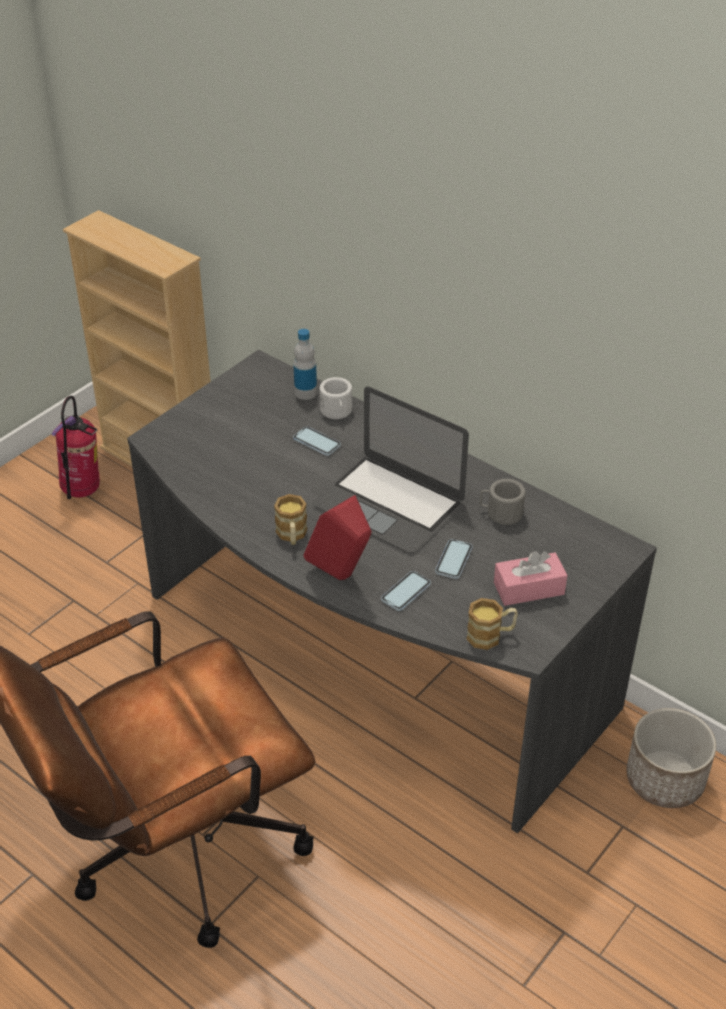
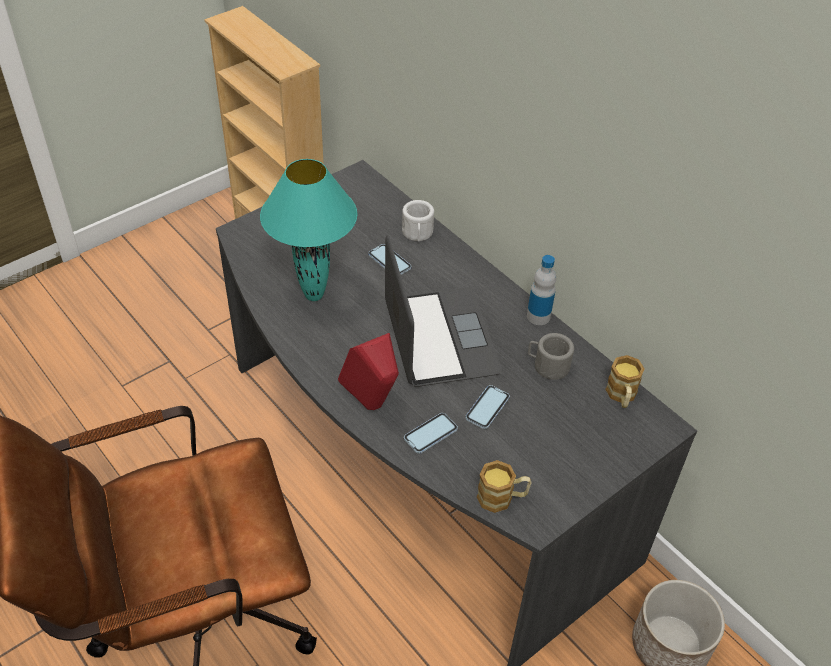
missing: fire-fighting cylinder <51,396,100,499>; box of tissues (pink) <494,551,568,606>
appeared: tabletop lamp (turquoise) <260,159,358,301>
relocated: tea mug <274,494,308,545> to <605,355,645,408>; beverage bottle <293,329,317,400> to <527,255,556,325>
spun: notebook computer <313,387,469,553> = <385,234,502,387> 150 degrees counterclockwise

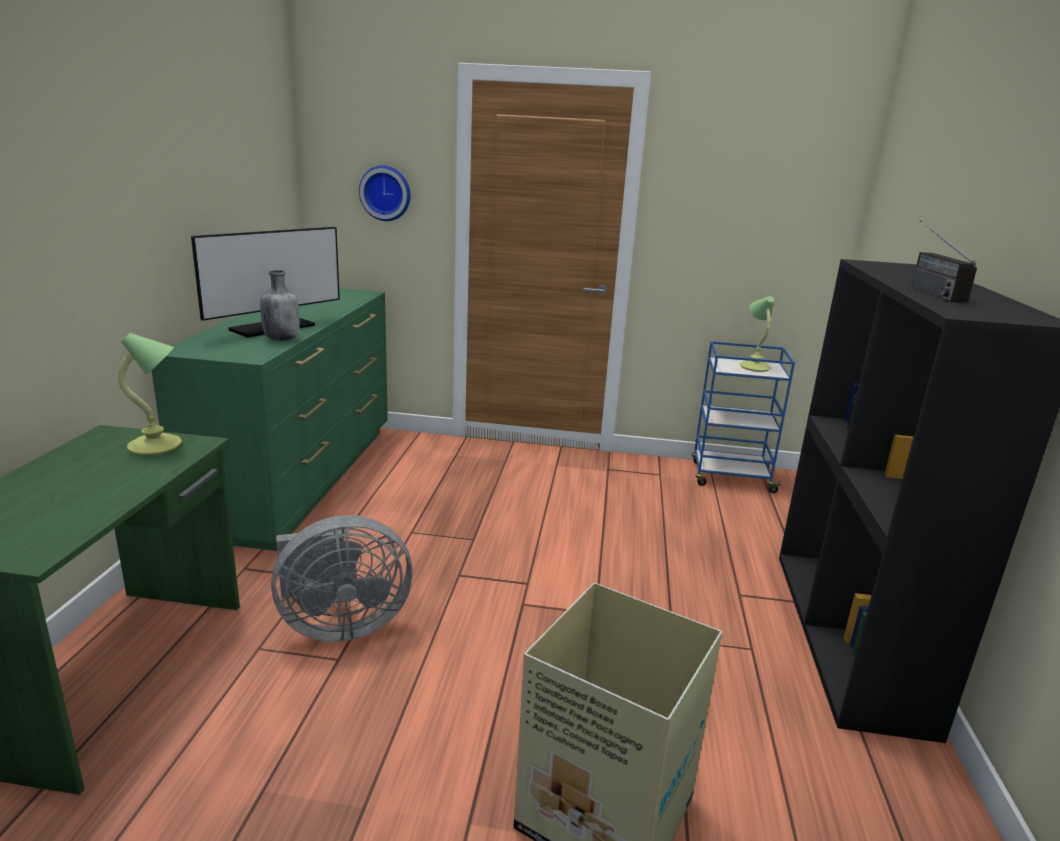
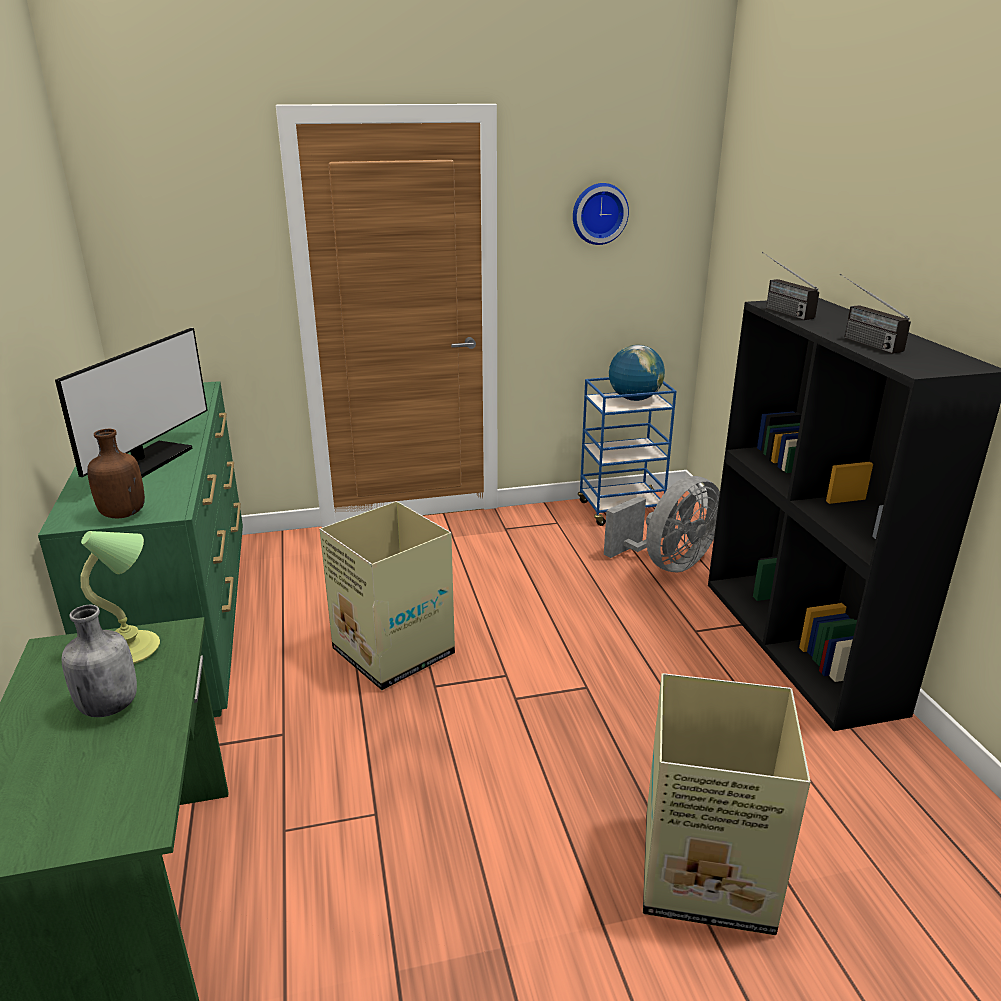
appeared: beverage bottle (brownish) <87,429,145,518>; packing box <320,501,455,690>; radio receiver <762,252,819,320>
relocated: beverage bottle (grey) <260,270,300,341> to <61,605,137,717>; cooling fan (grey) <271,515,413,642> to <604,476,720,573>; clock on the wall <359,165,410,221> to <573,183,629,245>
exchanged: tabletop lamp <740,296,774,372> to globe <609,345,665,401>

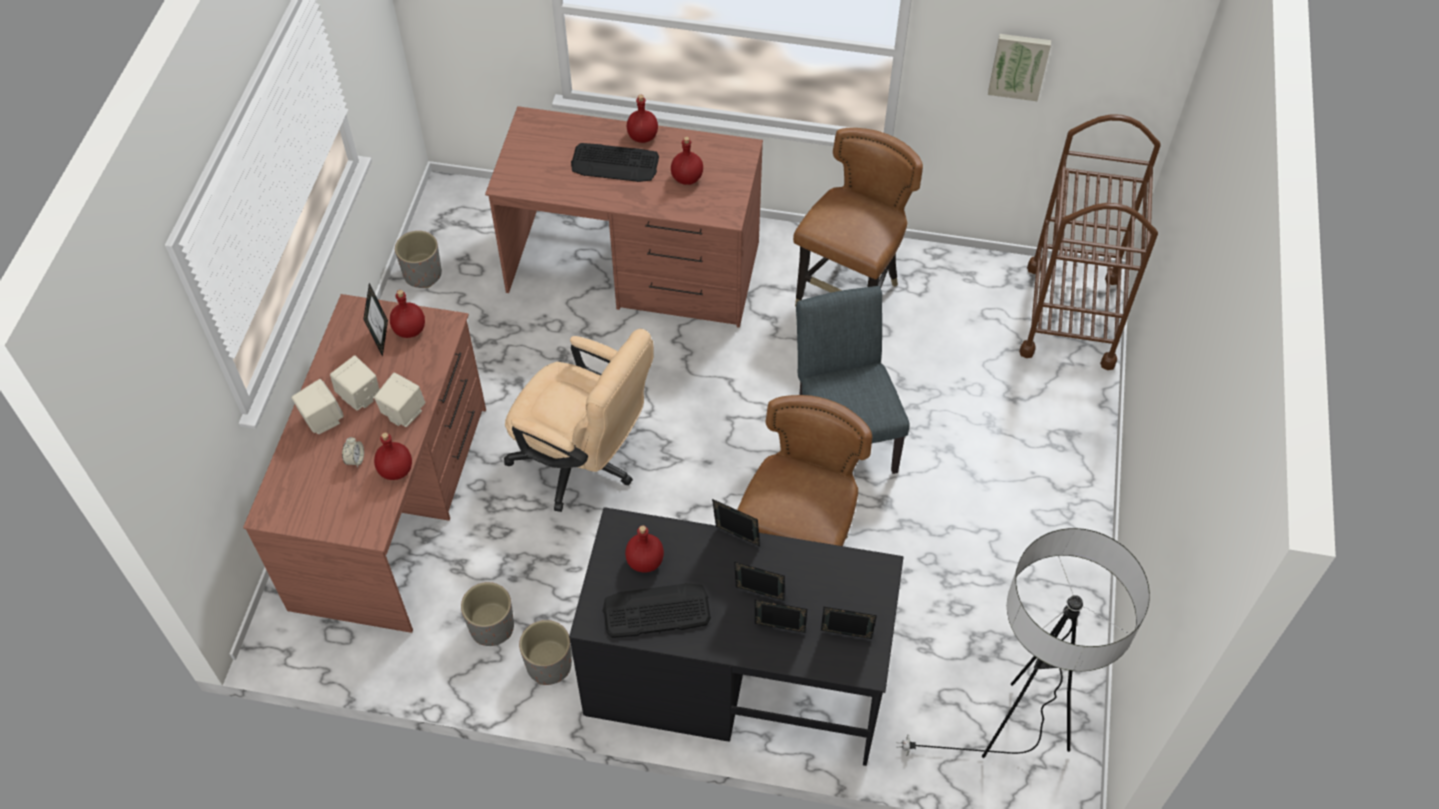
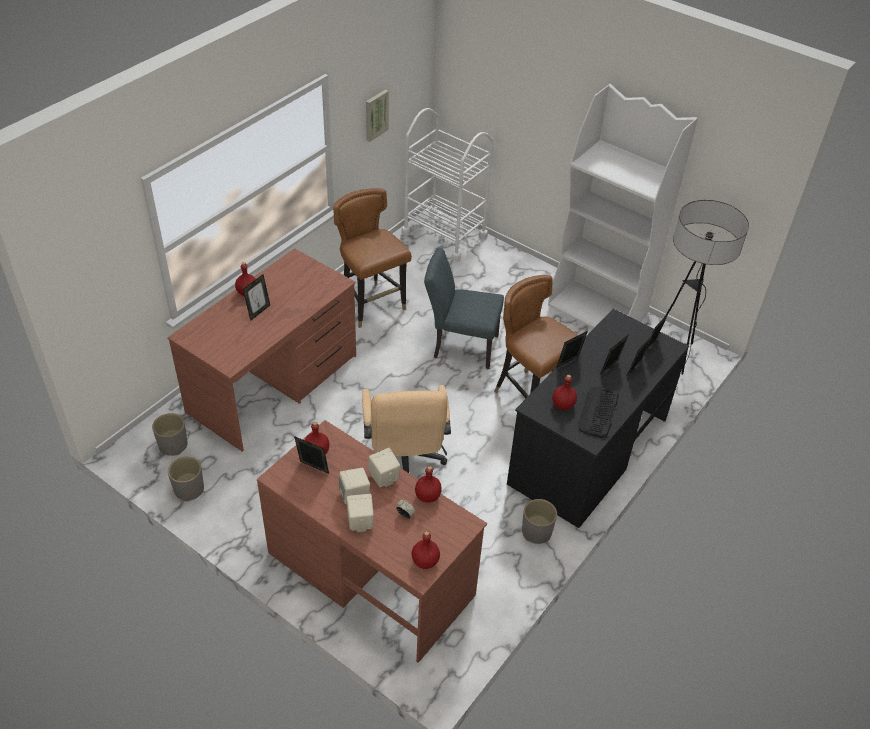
appeared: shelving unit (white) <548,84,698,328>
relocated: plant pot (grey) <461,582,514,646> to <152,413,188,456>; beverage bottle (reddish) <671,137,703,185> to <411,531,440,569>
exchanged: PC keyboard <571,143,659,182> to picture frame <243,274,270,321>
colour: cart (brownish) <1019,114,1161,370> to cart (white) <401,108,493,262>
spun: office chair (beige-coloured) <504,329,654,512> = <362,385,451,473> 120 degrees clockwise

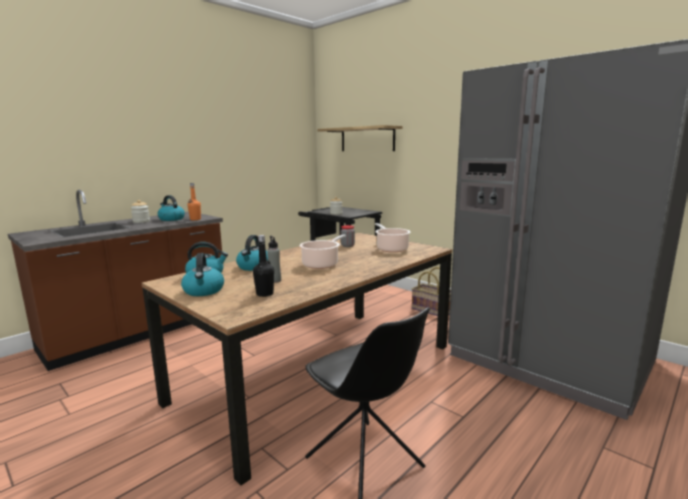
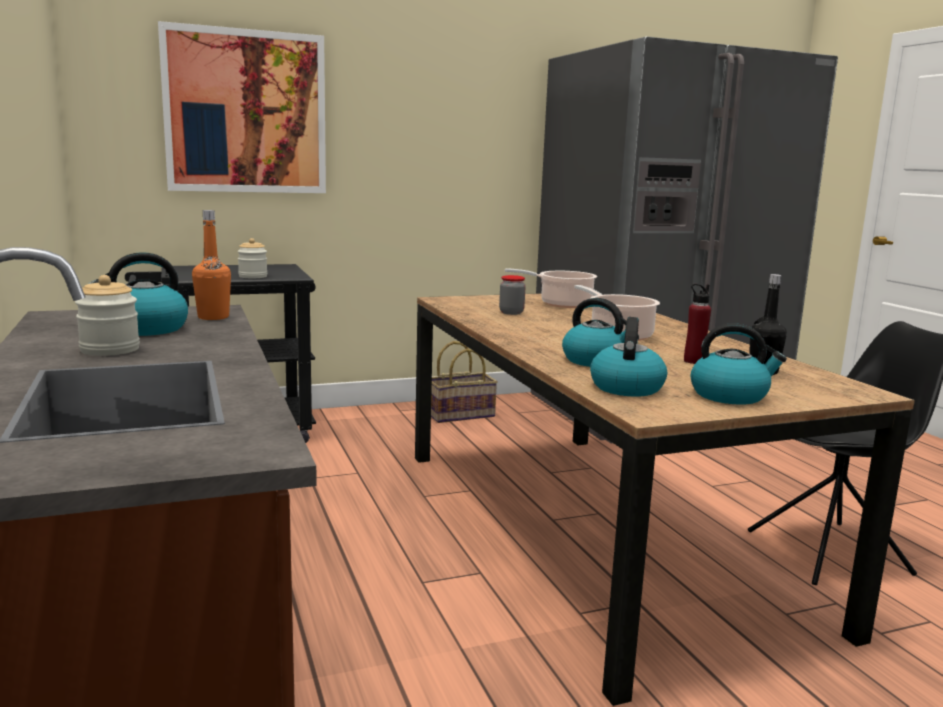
exchanged: wall shelf <317,125,403,151> to wall picture <158,21,326,193>
colour: beverage bottle (grey) <267,236,281,283> to beverage bottle (reddish) <684,284,711,364>

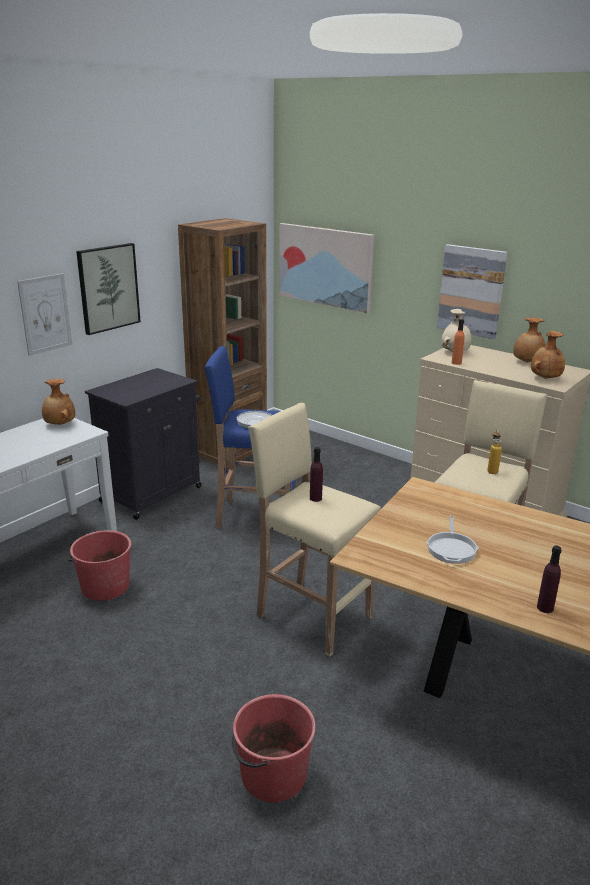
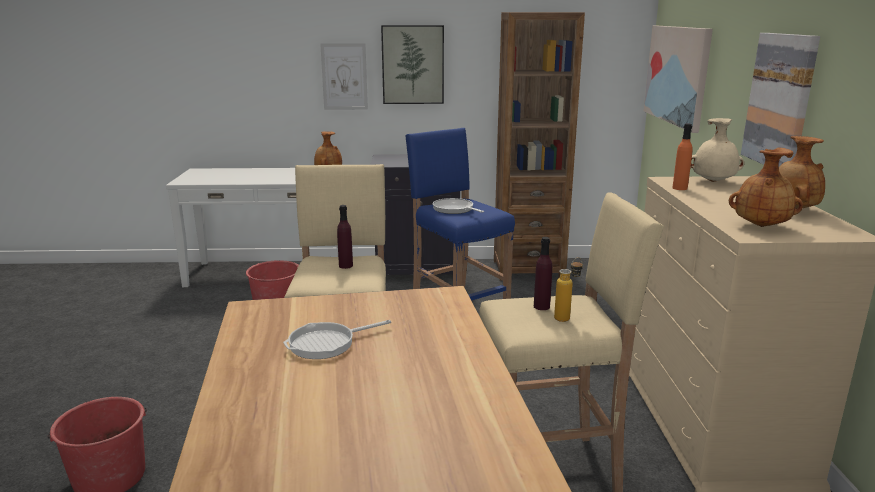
relocated: beverage bottle (purple) <537,546,562,613> to <534,237,552,310>

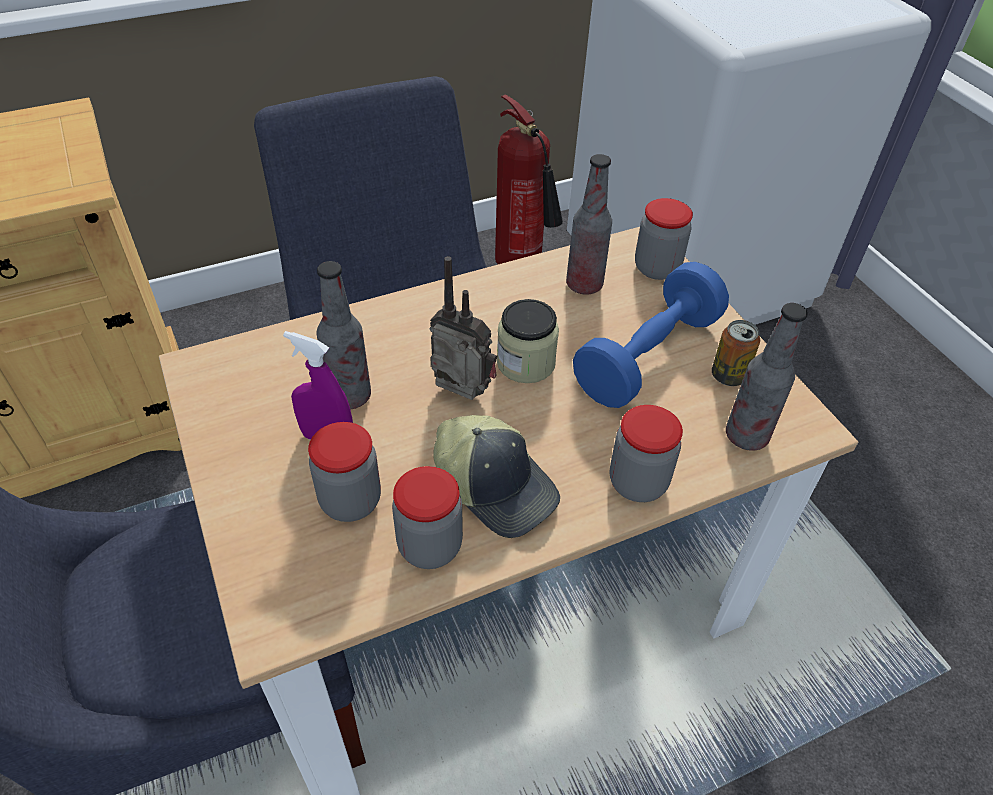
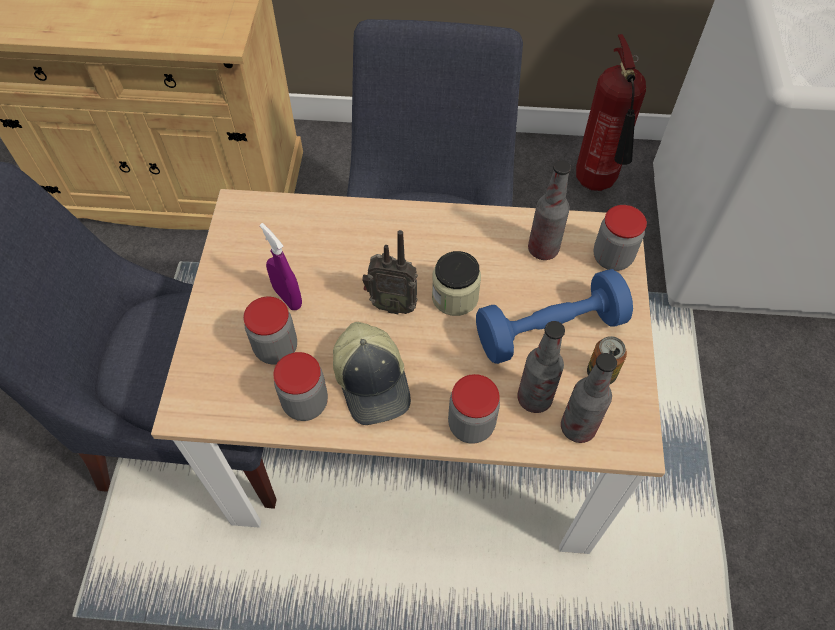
relocated: beverage bottle <316,261,371,409> to <517,321,565,413>
spun: radio receiver <430,256,498,400> = <362,230,418,314> 135 degrees clockwise

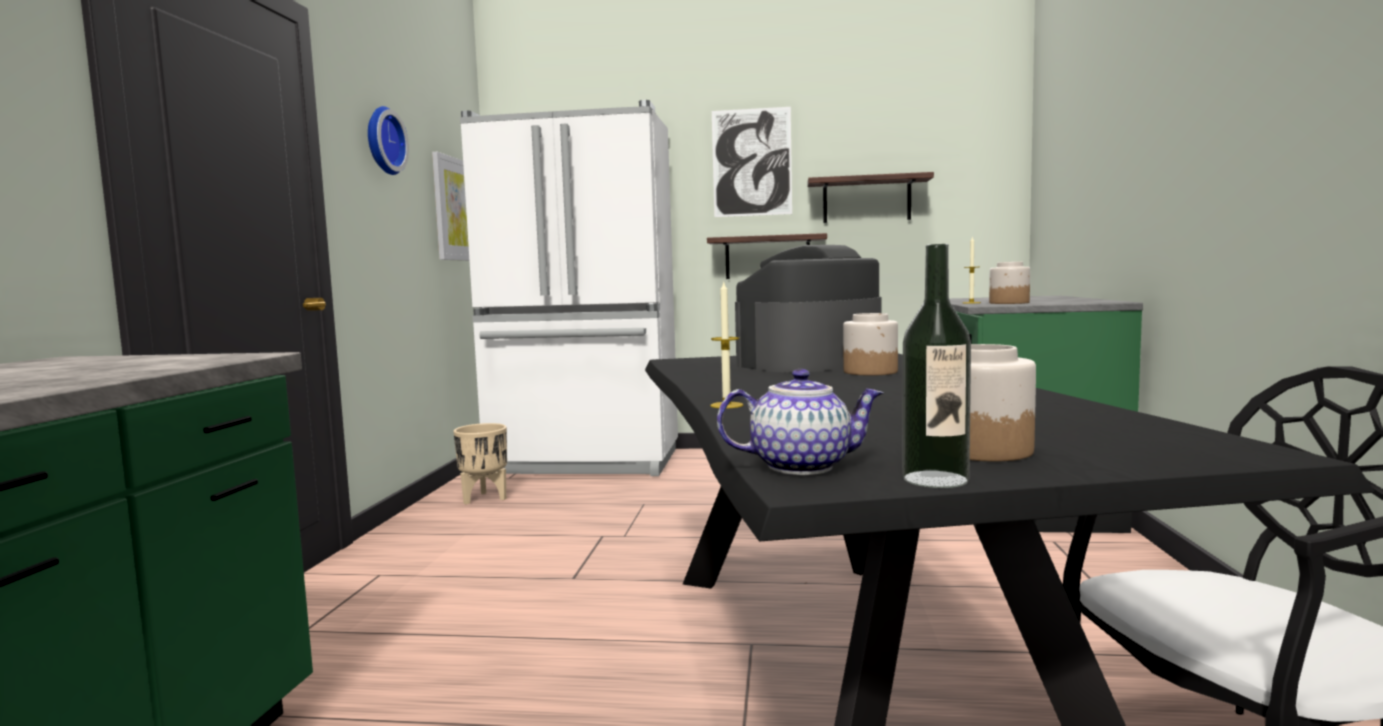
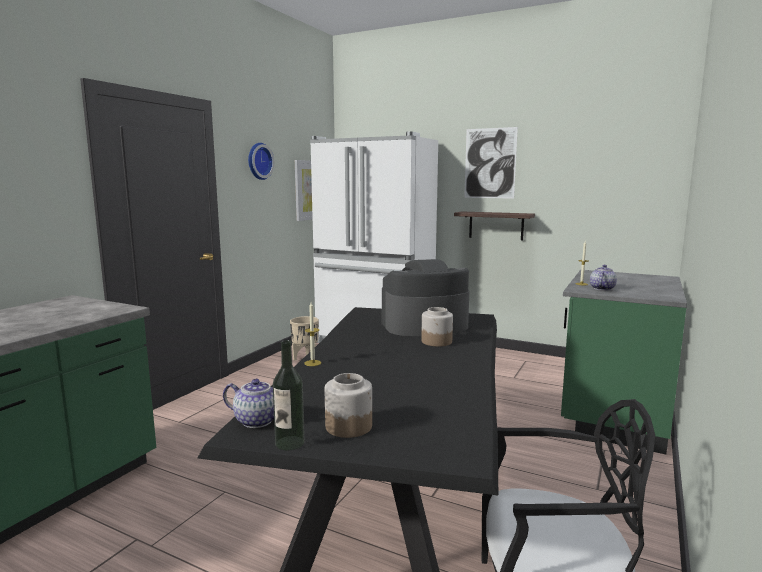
missing: wall shelf <807,172,934,223>
exchanged: jar <989,262,1030,304> to teapot <590,265,617,290>

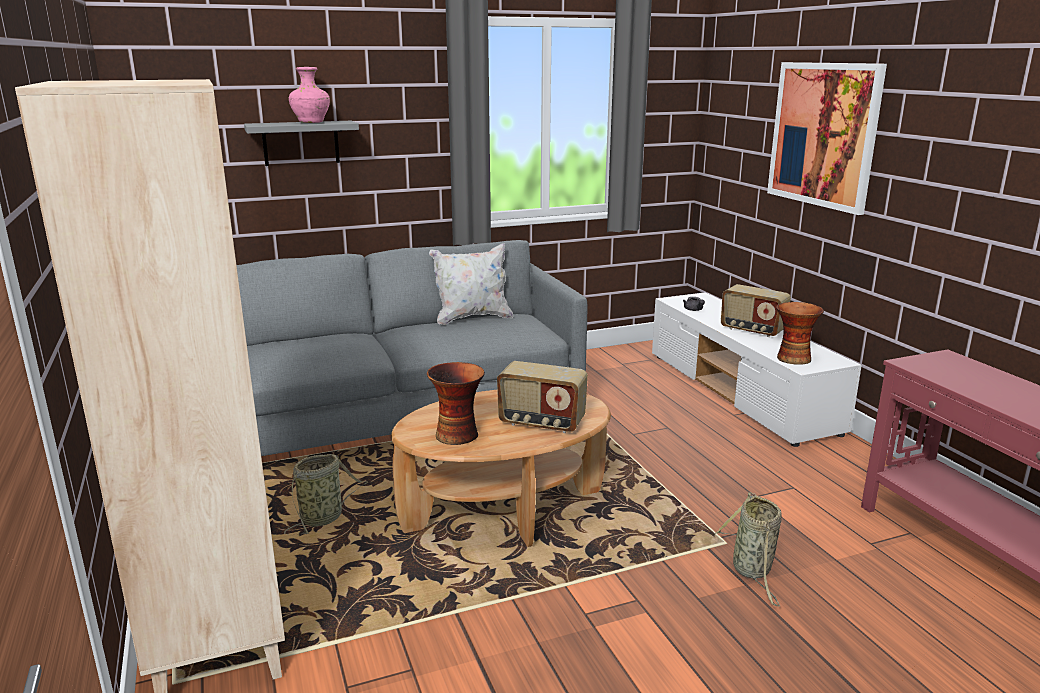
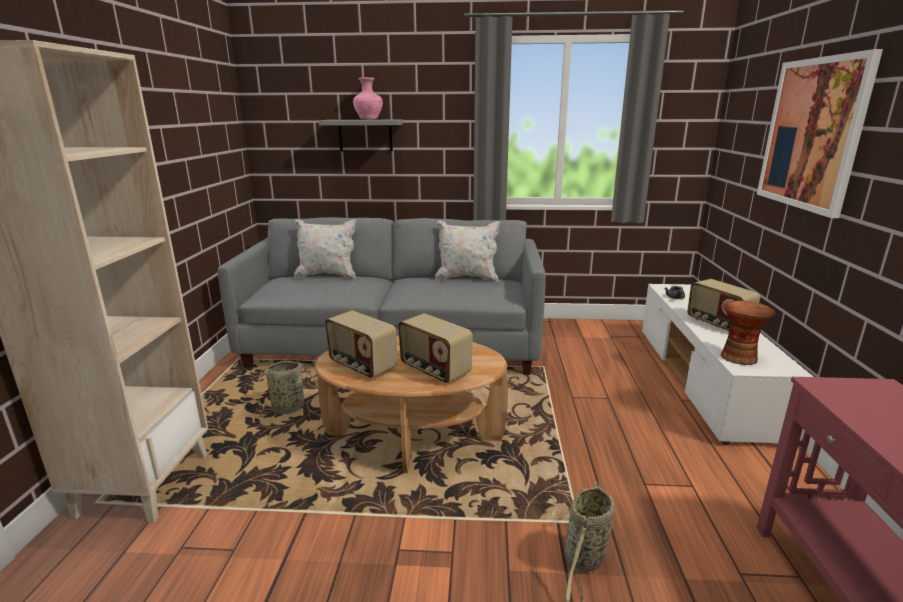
appeared: throw pillow (white) <294,219,356,279>
exchanged: flower vase <427,362,485,445> to radio receiver <325,310,397,378>

